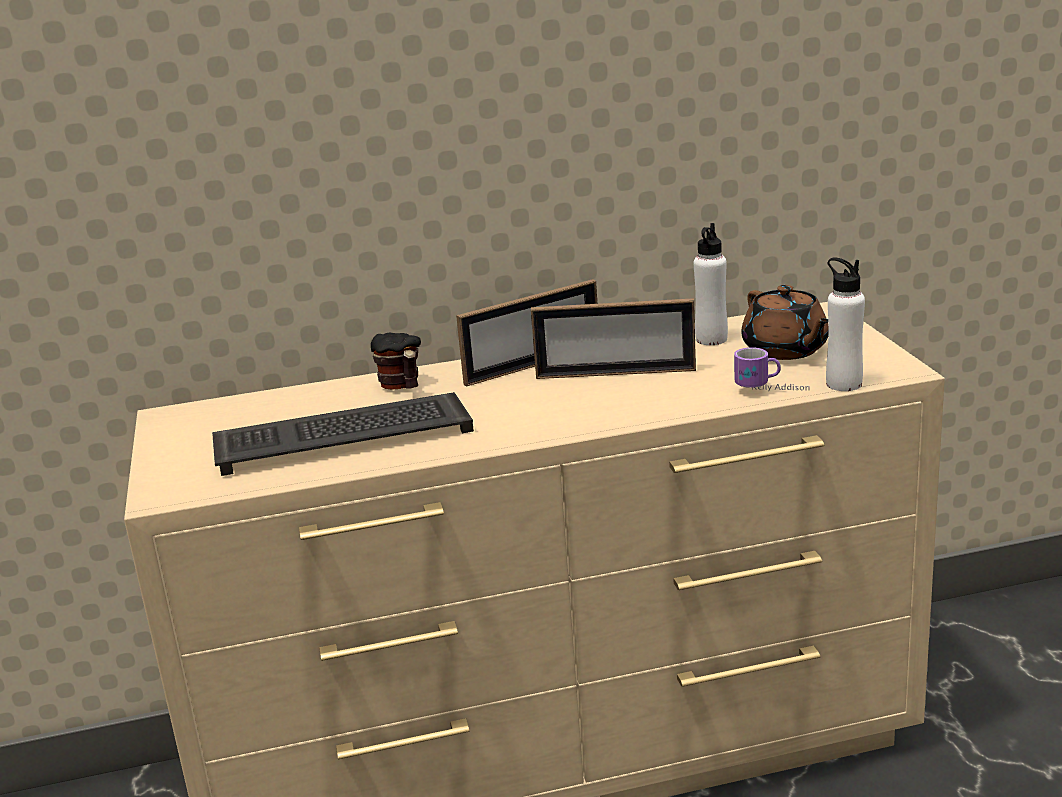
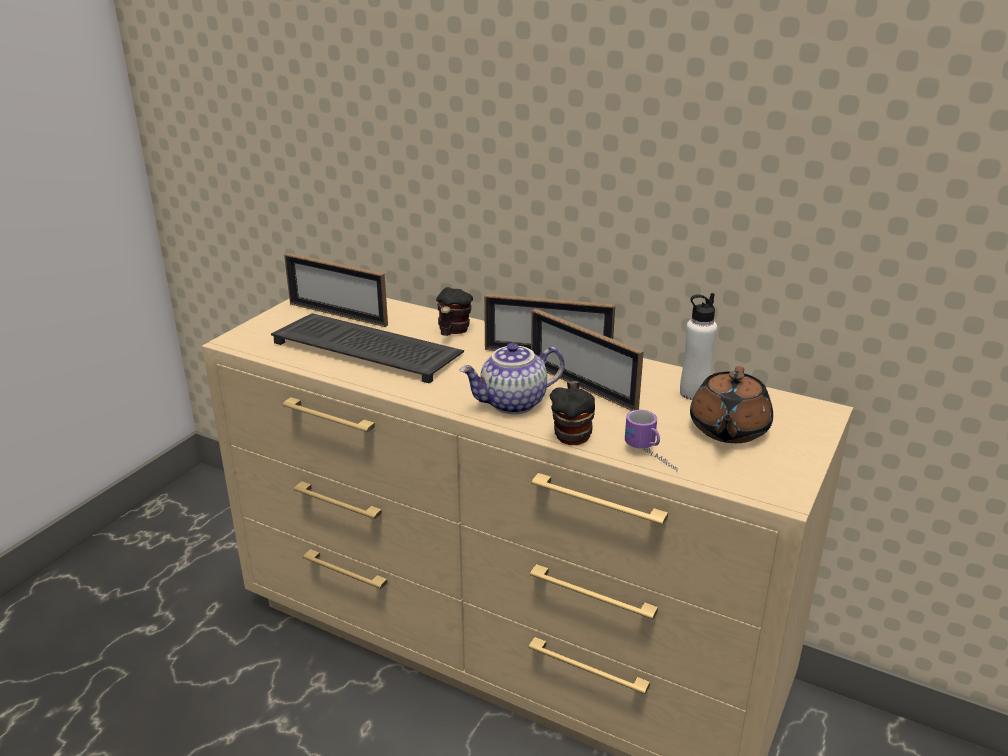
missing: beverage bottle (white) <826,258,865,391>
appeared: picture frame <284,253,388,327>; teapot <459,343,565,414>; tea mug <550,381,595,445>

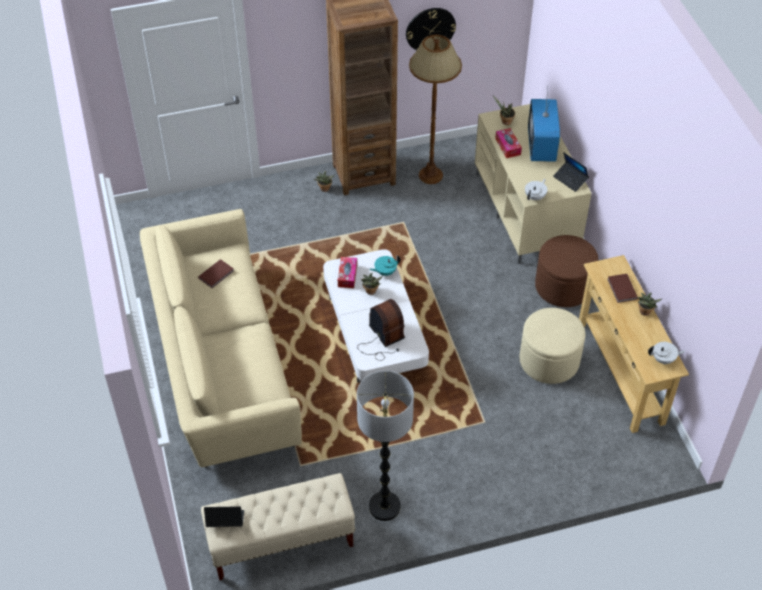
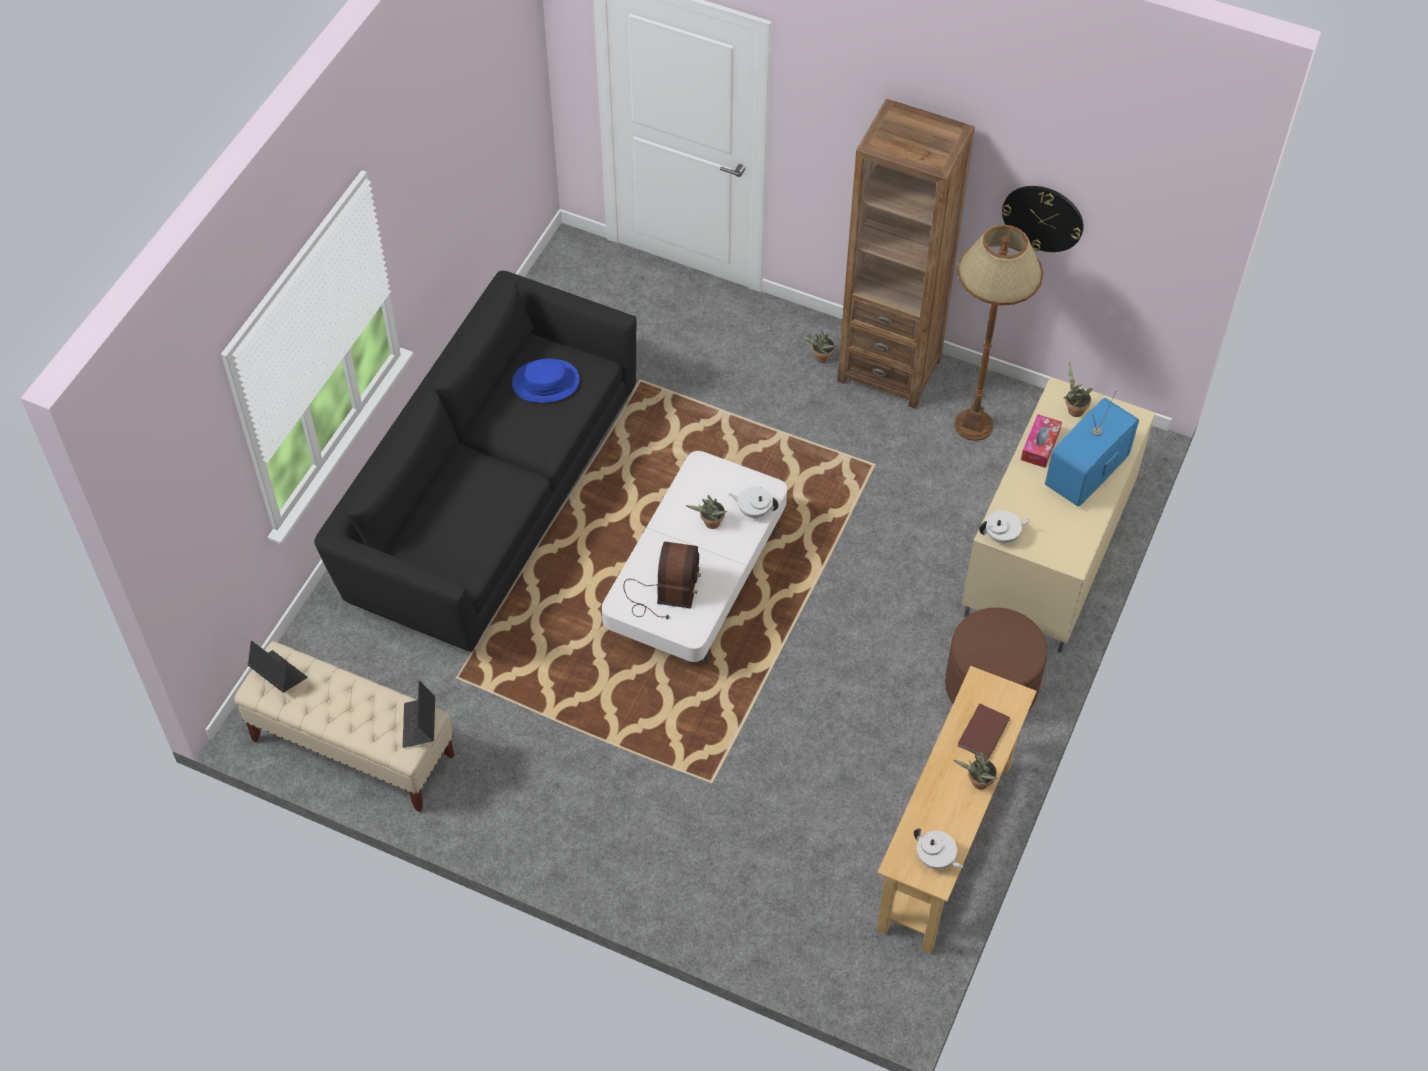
missing: box of tissues <338,257,357,288>; standard lamp <357,371,414,521>; pouffe (beige-coloured) <519,308,586,384>
relocated: notebook computer <553,152,589,192> to <403,681,435,748>
exchanged: bound book (brownish) <198,259,234,288> to hat (blue-coloured) <512,359,580,403>
colour: couch (beige-coloured) <140,209,302,468> to couch (black-coloured) <314,271,636,652>; teapot (turquoise) <369,255,400,276> to teapot (white) <729,487,779,518>

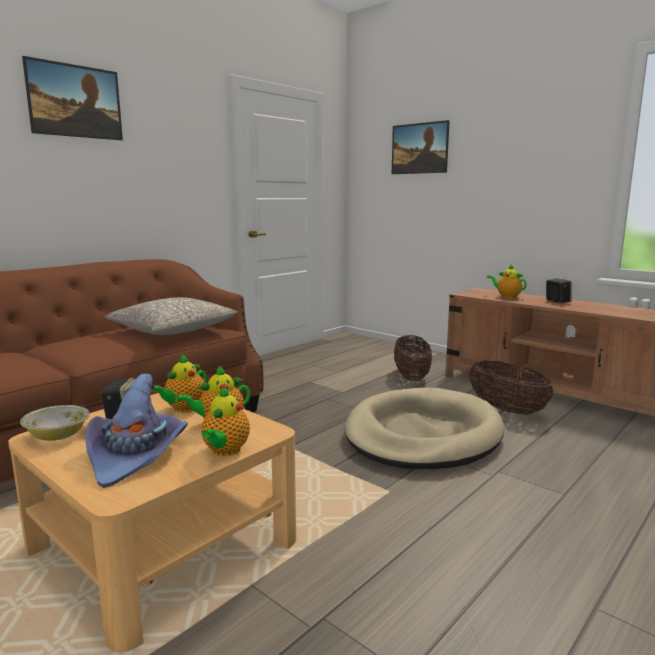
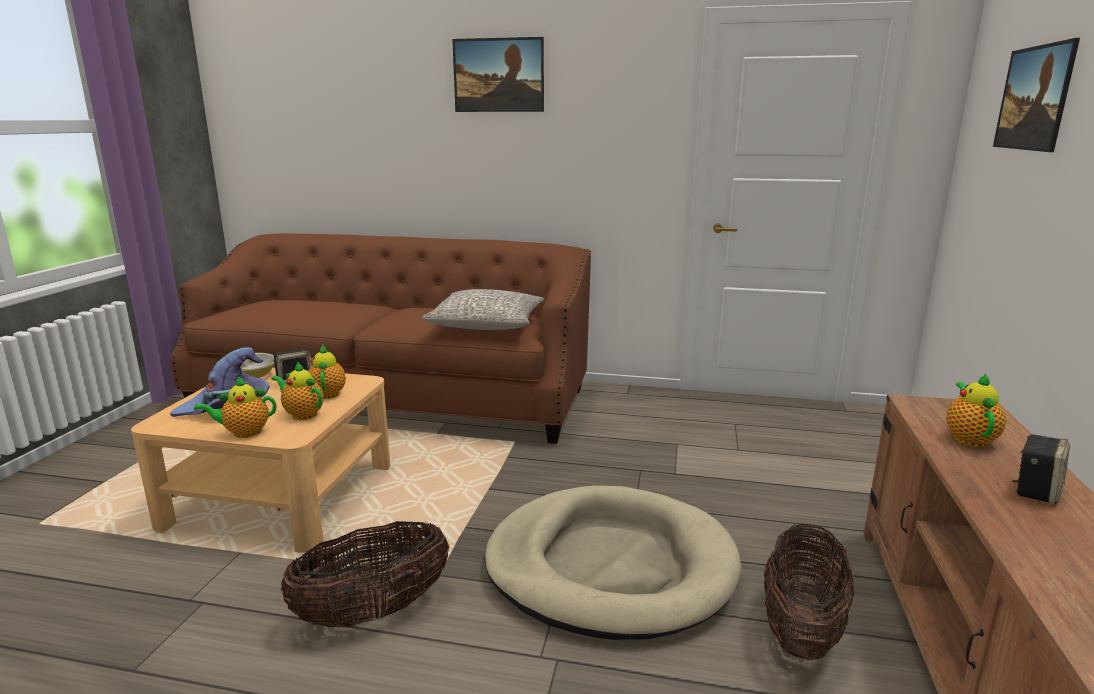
relocated: household basket <394,335,432,381> to <281,521,449,627>
spun: teapot <151,354,207,413> = <309,345,346,399> 75 degrees clockwise

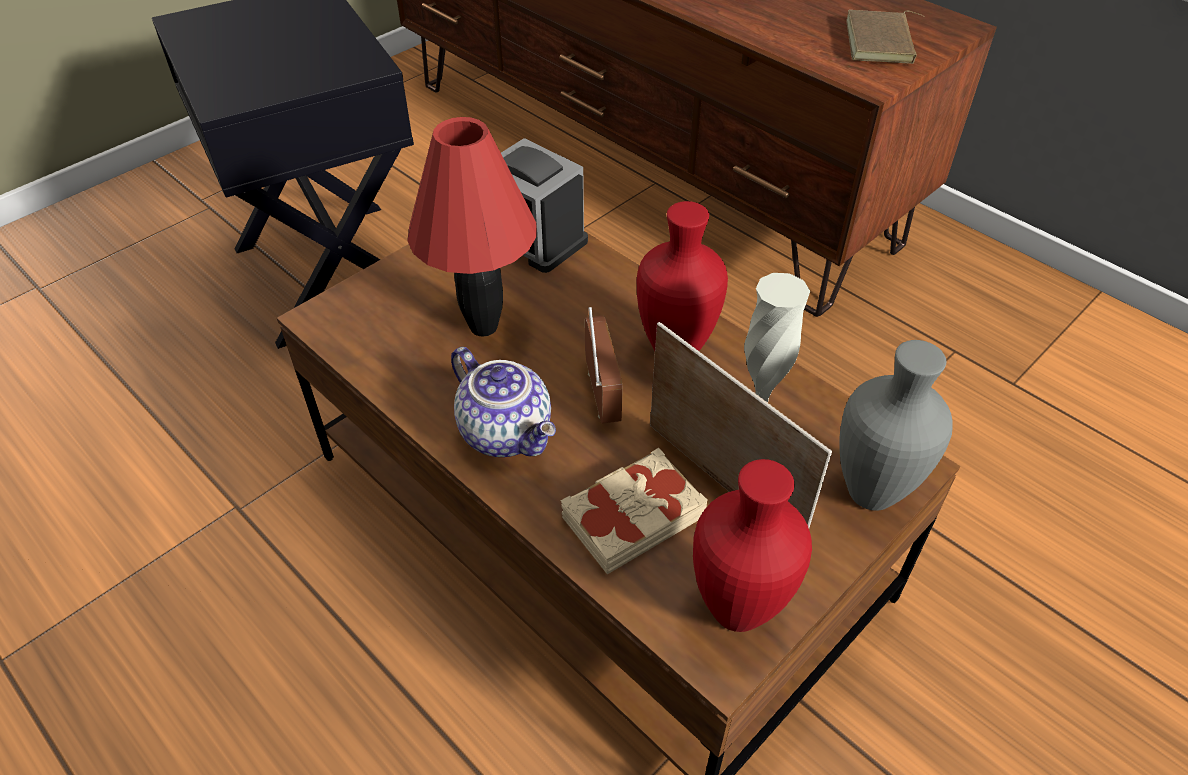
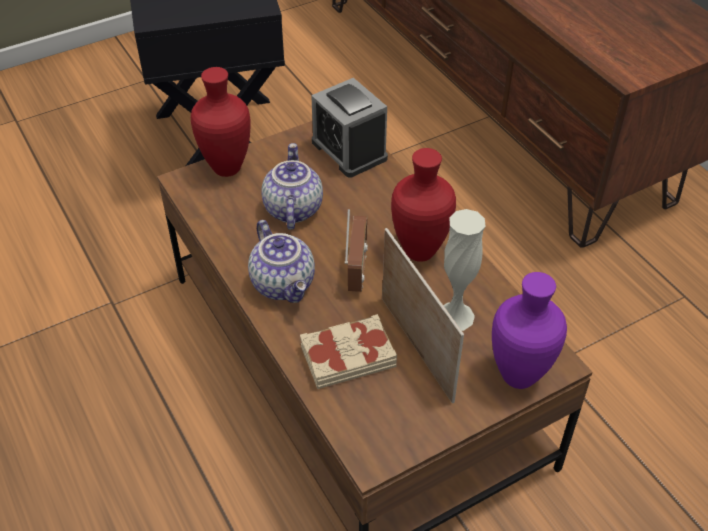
missing: bound book (brownish) <846,10,925,64>
relocated: flower vase (reddish) <693,459,812,632> to <191,67,251,177>
exchanged: tabletop lamp (reddish) <407,117,537,337> to teapot <262,143,323,230>
colour: flower vase (grey) <839,340,953,511> to flower vase (purple) <492,272,567,389>

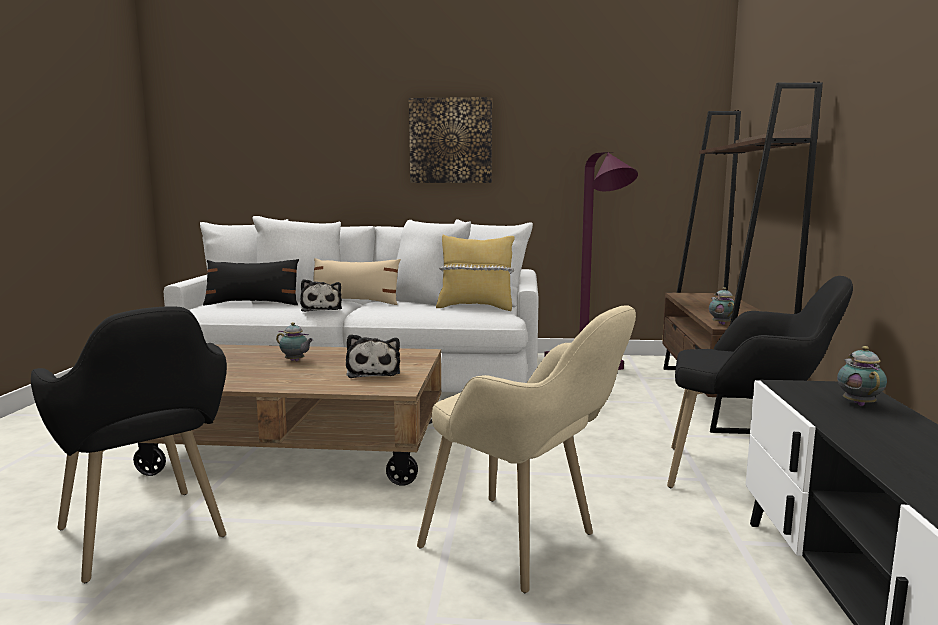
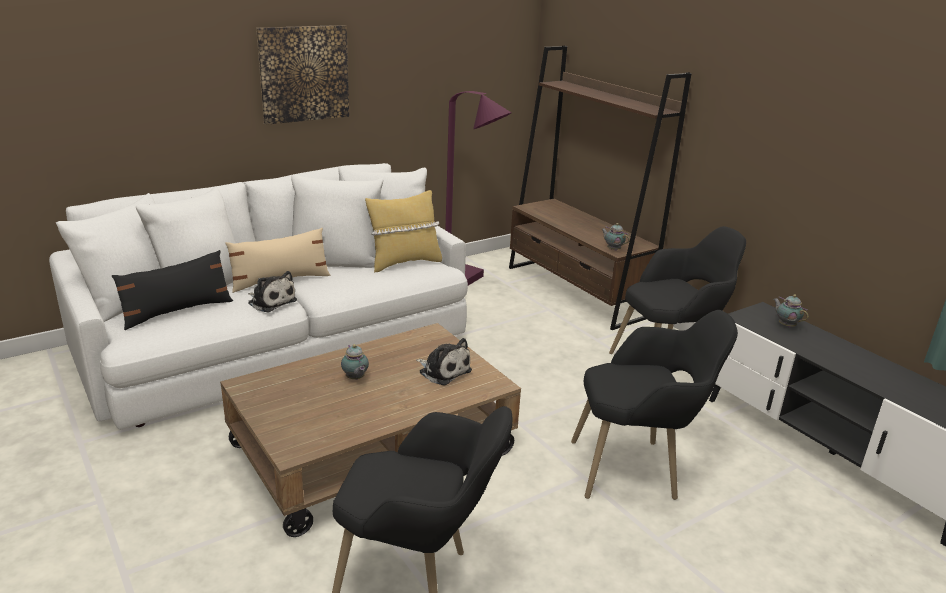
colour: easy chair (beige-coloured) <417,305,636,593> to easy chair (black-coloured) <571,310,738,500>
spun: teapot <276,322,313,362> = <341,344,369,380> 75 degrees clockwise

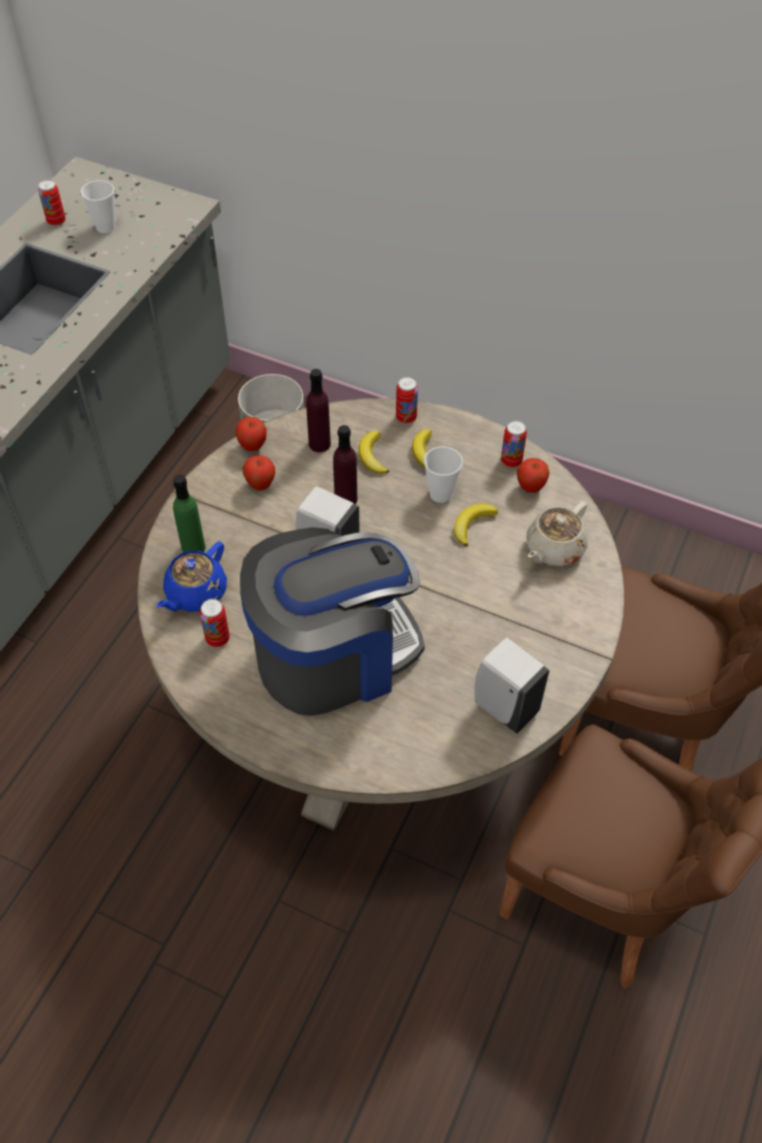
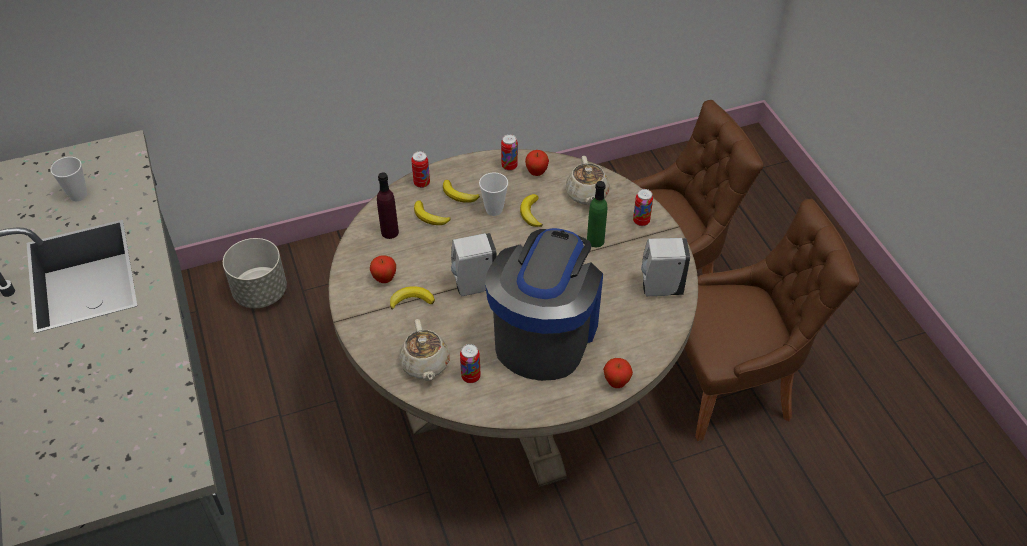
missing: beverage bottle (purple) <333,425,357,504>
appeared: banana fruit <390,286,435,310>
relocated: sealed can <38,180,66,226> to <633,189,653,226>; beverage bottle (green) <173,475,206,553> to <587,181,607,247>; apple fruit <235,417,267,451> to <603,358,633,388>
colour: teapot (blue-coloured) <157,541,227,612> to teapot (beige-coloured) <399,319,450,381>

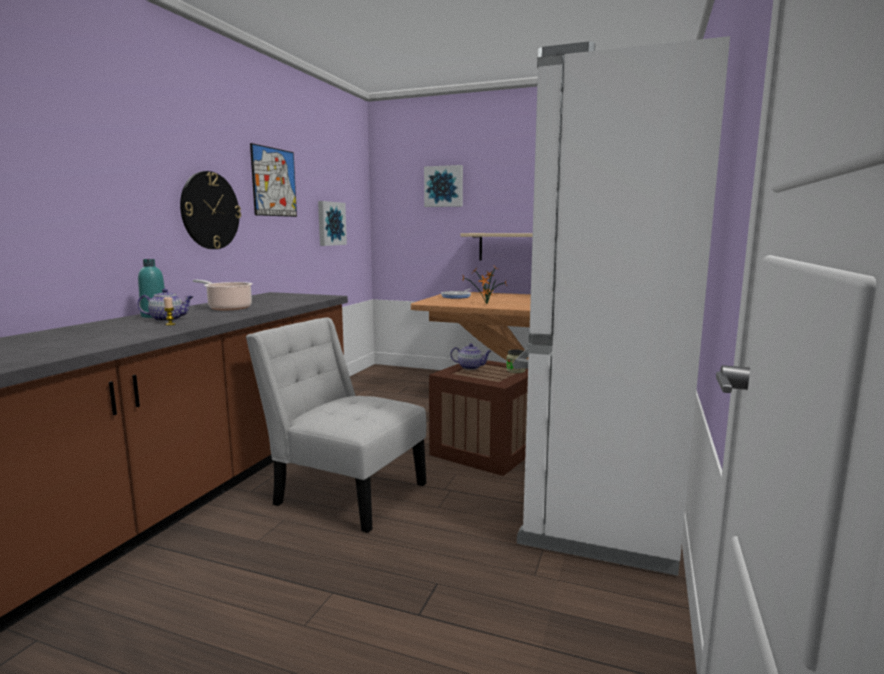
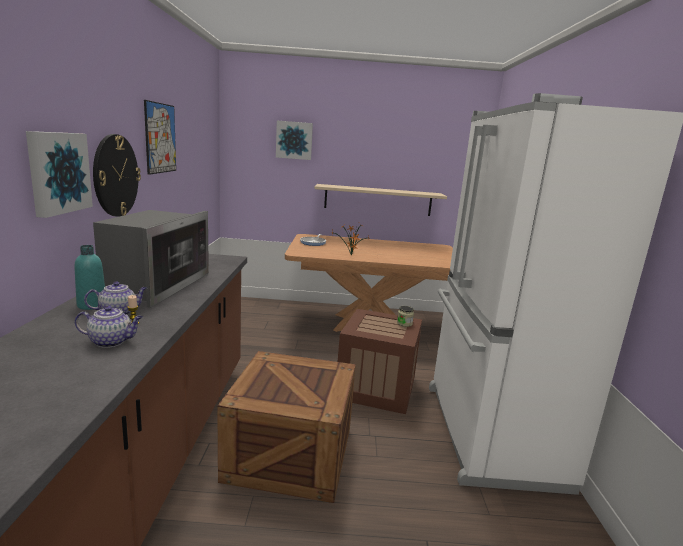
relocated: wall picture <318,201,347,246> to <26,131,93,218>; teapot <450,343,492,370> to <75,306,143,348>
exchanged: saucepot <193,280,253,310> to microwave <93,210,209,308>; chair (white) <246,318,426,533> to packing crate <217,351,356,503>

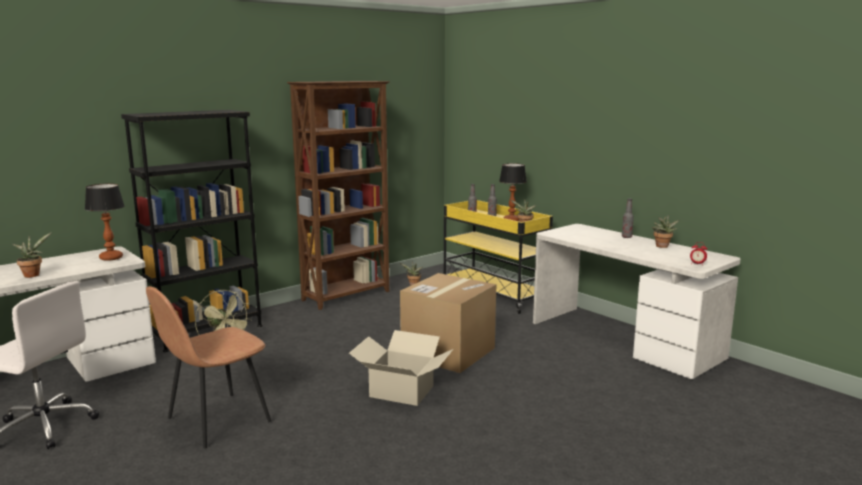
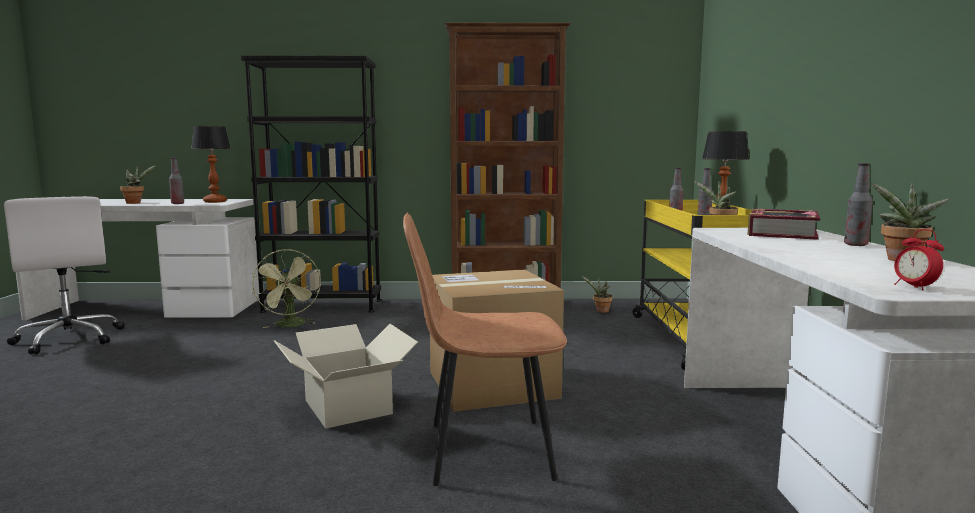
appeared: beverage bottle <169,157,184,204>; bound book <747,209,820,240>
relocated: chair (brownish) <146,286,271,449> to <403,213,567,486>

